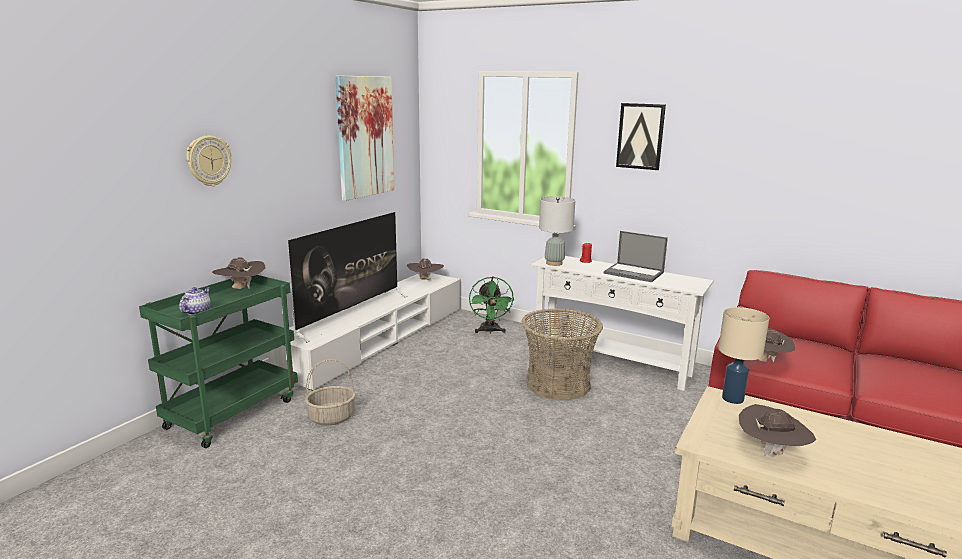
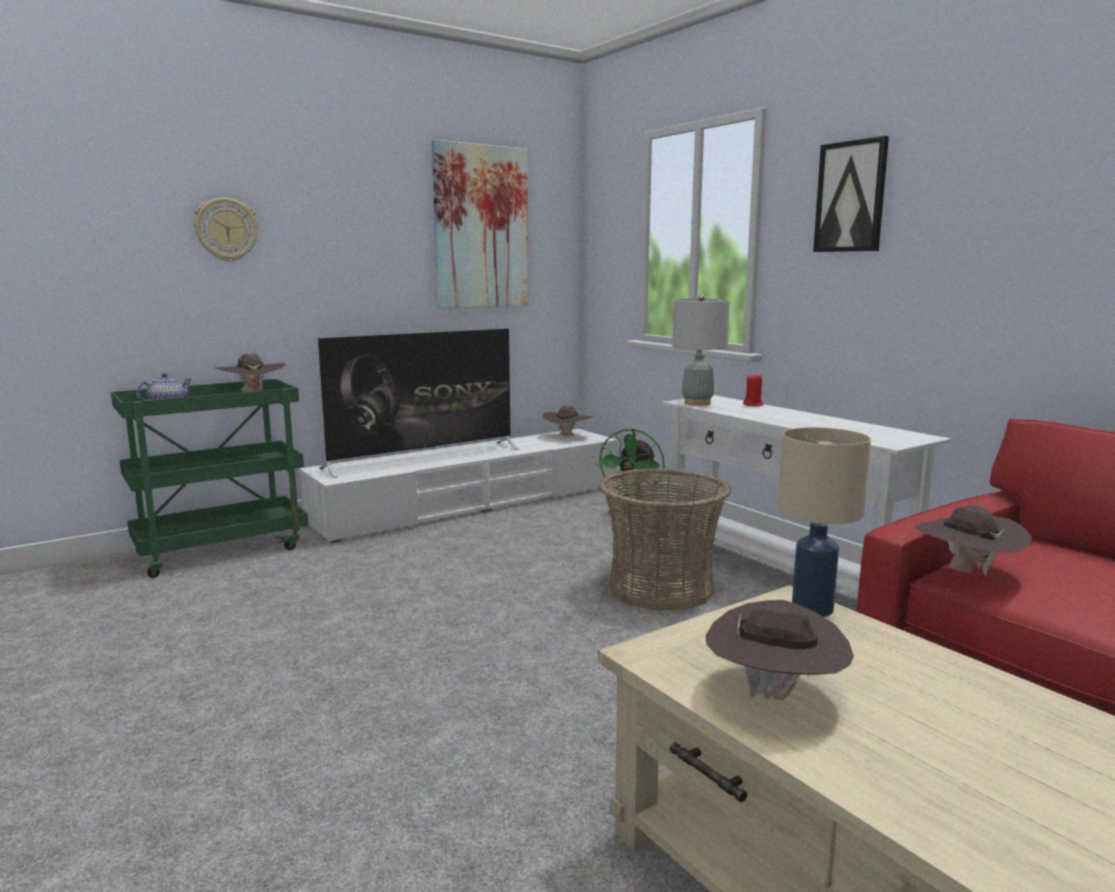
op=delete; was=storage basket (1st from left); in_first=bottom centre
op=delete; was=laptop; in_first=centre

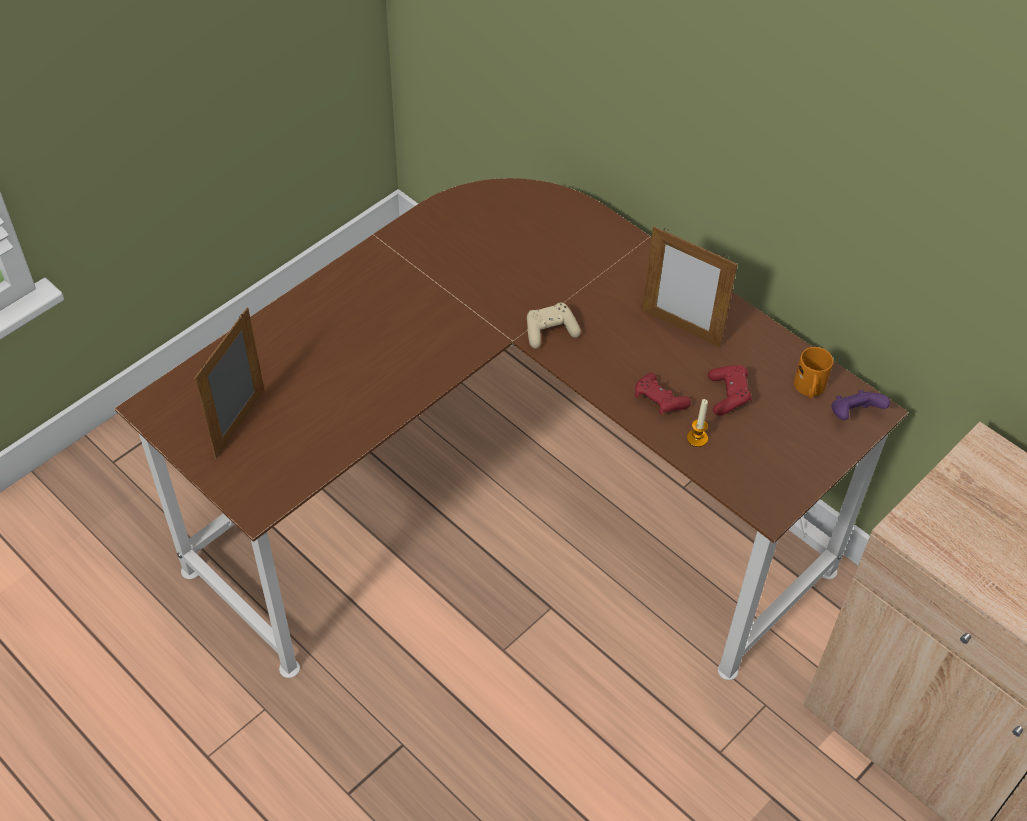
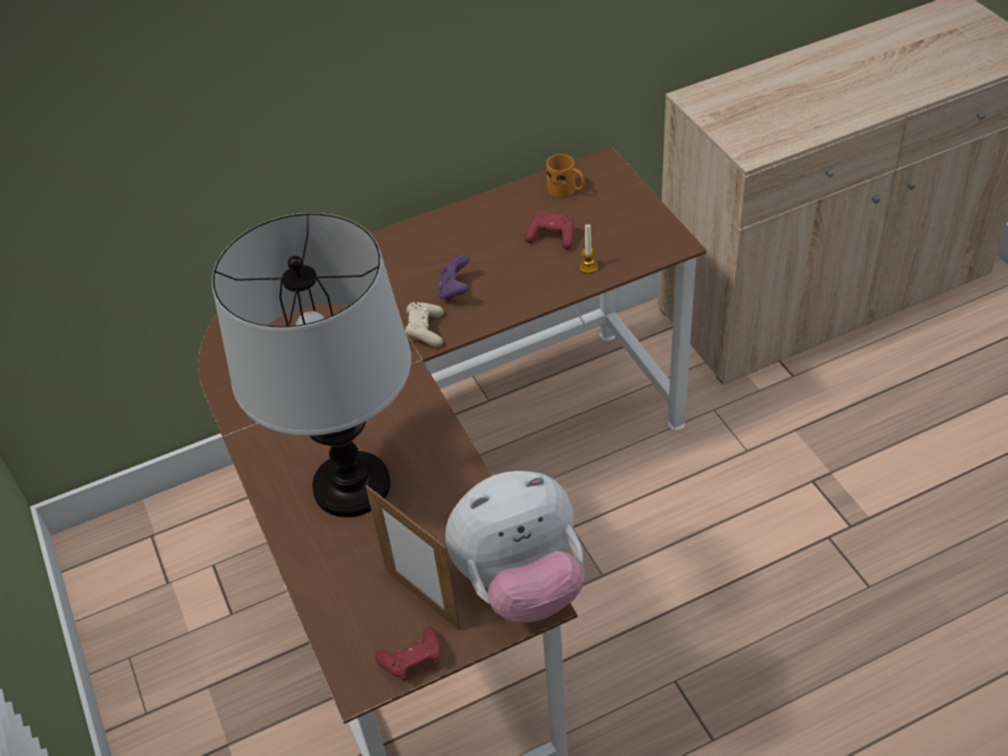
op=delete; was=picture frame (2nd from left); in_first=middle right
op=insert; now=table lamp; in_second=middle left
op=insert; now=plush toy; in_second=bottom centre
op=move; was=red-coloured gamepad (1st from left); in_first=centre; in_second=bottom centre
op=move; was=purple-coloured gamepad; in_first=middle right; in_second=centre

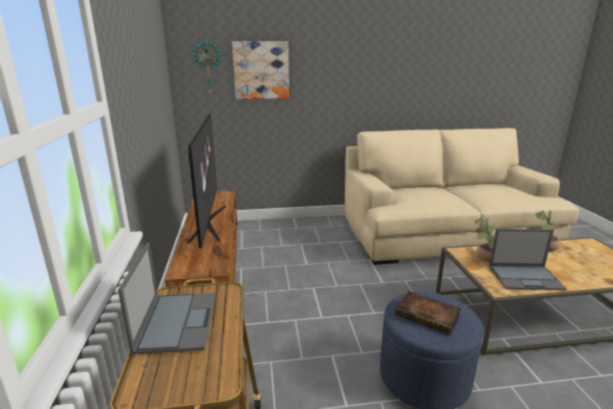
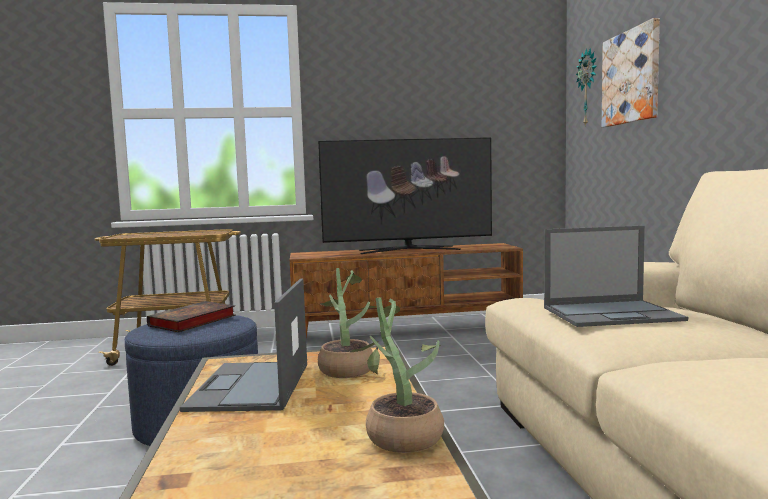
op=move; was=laptop (1st from left in the first image); now=laptop (2nd from left); in_first=bottom left; in_second=middle right

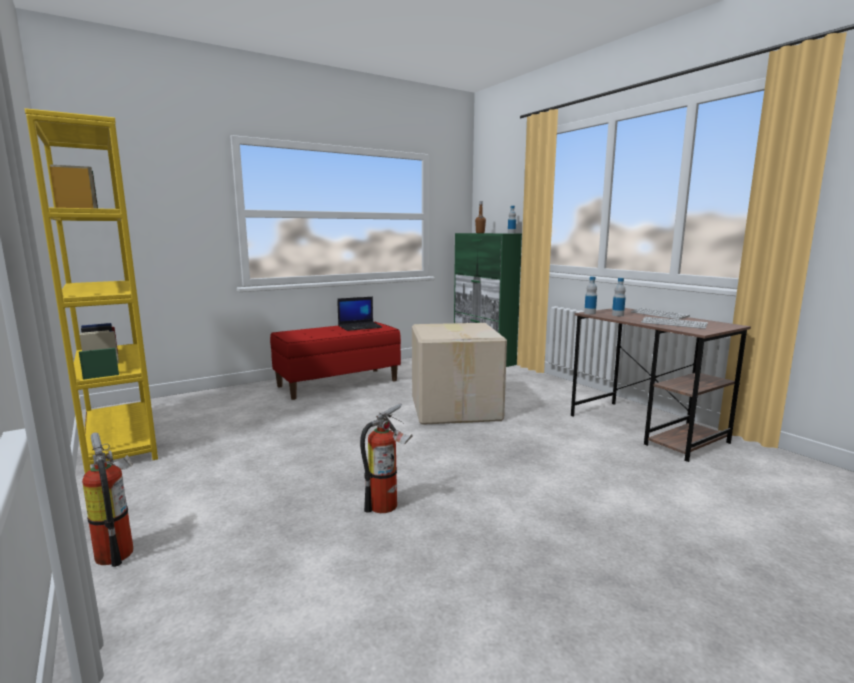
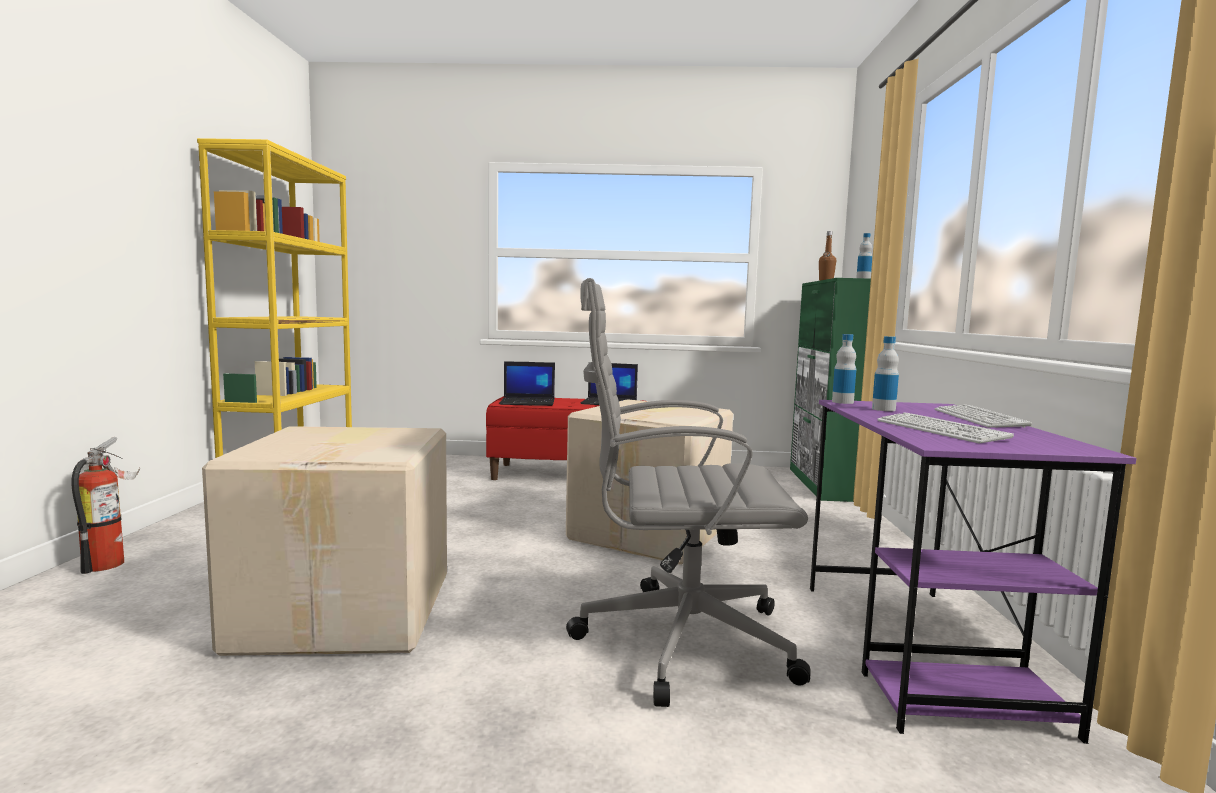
op=insert; now=laptop (1st from left); in_second=centre
op=insert; now=gray computer chair; in_second=centre
op=replace; was=fire extinguisher (2nd from left); now=carton (1st from left); in_first=bottom centre; in_second=bottom left
op=recolor; was=brown desk table; now=purple-coloured desk table; in_first=middle right; in_second=bottom right

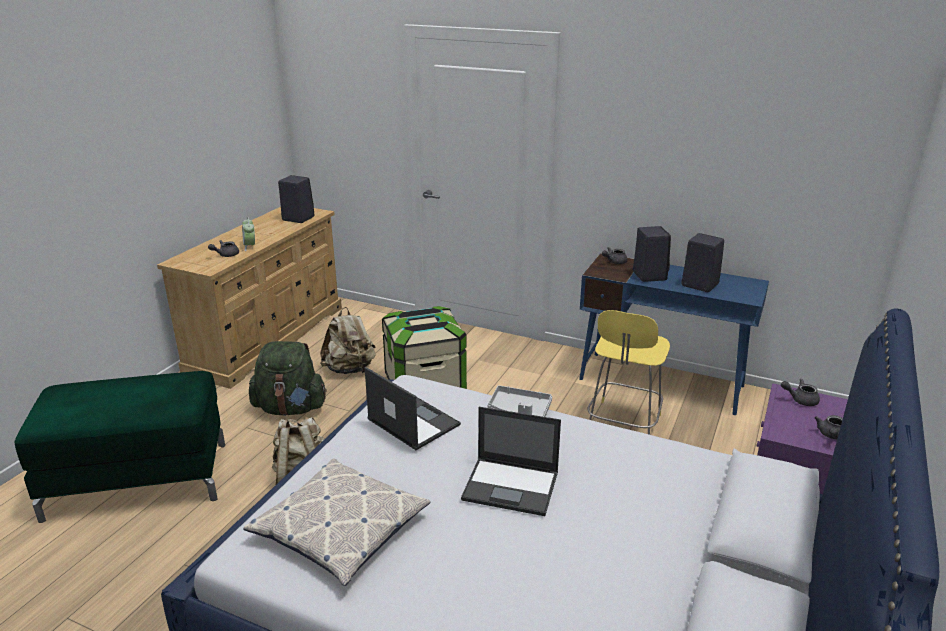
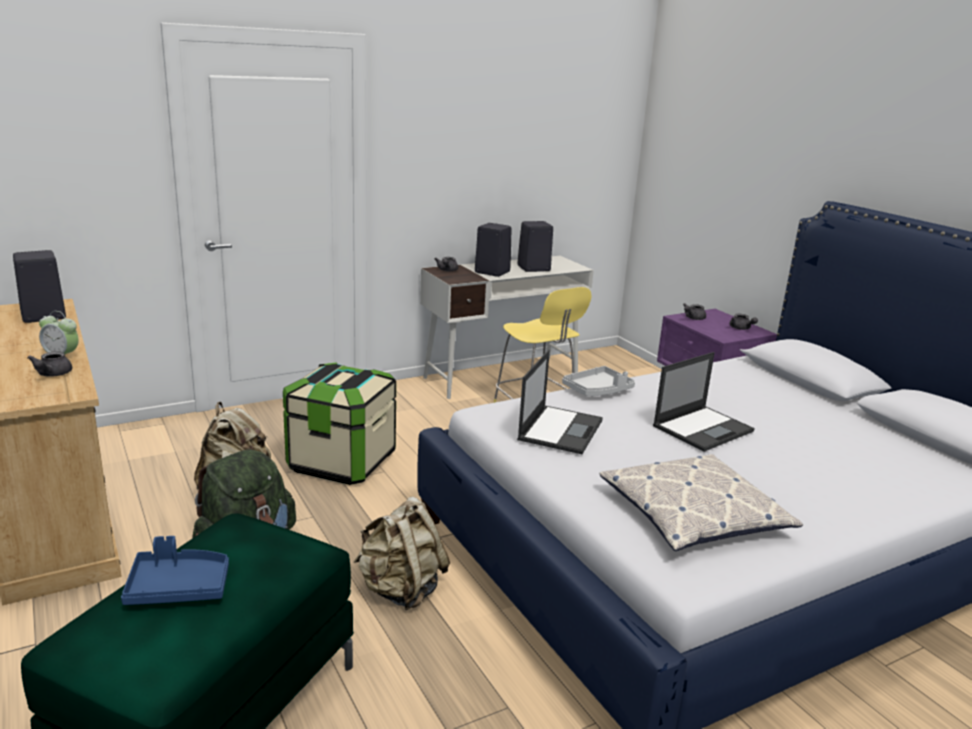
op=insert; now=blue tray; in_second=bottom left
op=recolor; was=blue desk table; now=whitish desk table; in_first=middle right; in_second=centre
op=rotate; was=laptop (1st from left); in_first=centre; in_second=centre; clockwise=120

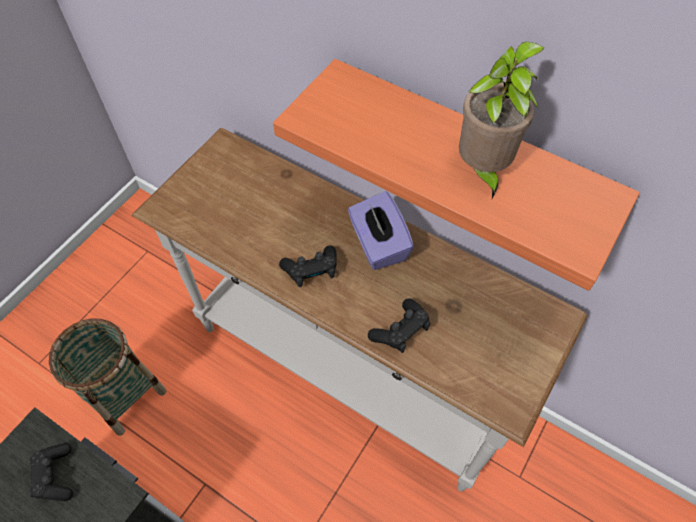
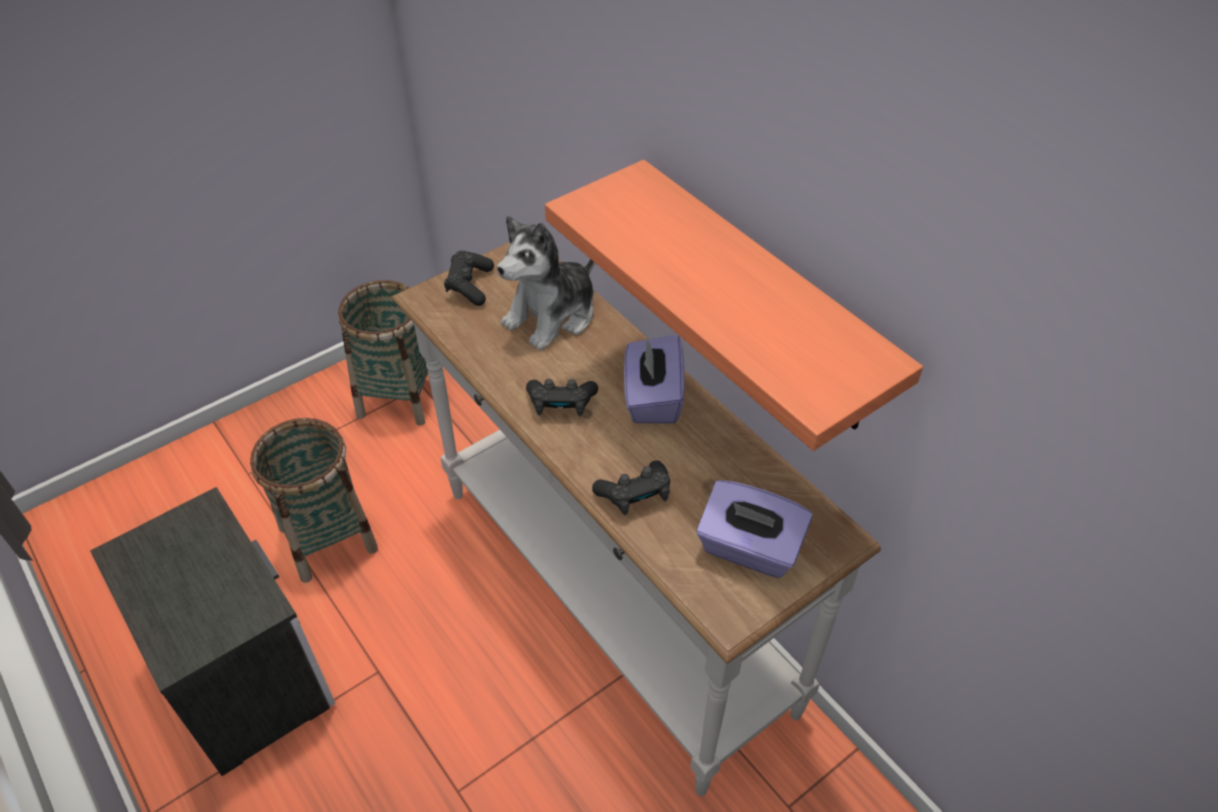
op=delete; was=potted plant; in_first=top right
op=insert; now=storage basket (2nd from left); in_second=middle left
op=insert; now=plush toy; in_second=centre
op=insert; now=purple-coloured tissue box (2nd from left); in_second=centre
op=move; was=black gamepad (1st from left); in_first=bottom left; in_second=centre

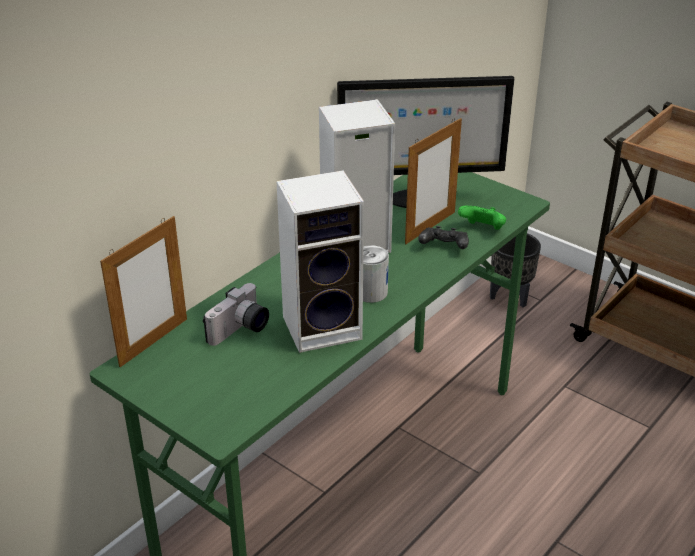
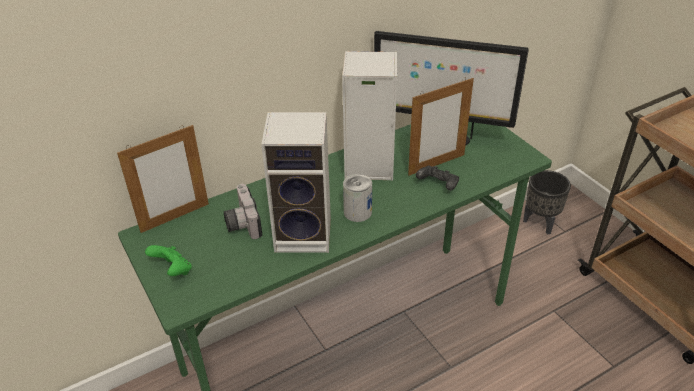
op=move; was=green gamepad; in_first=middle right; in_second=middle left
op=rotate; was=still camera; in_first=centre; in_second=centre; clockwise=105

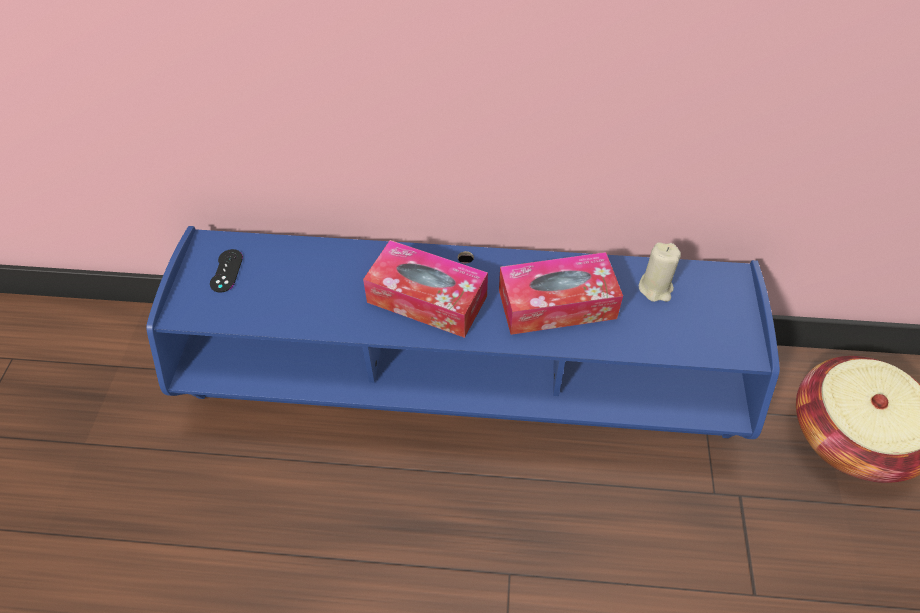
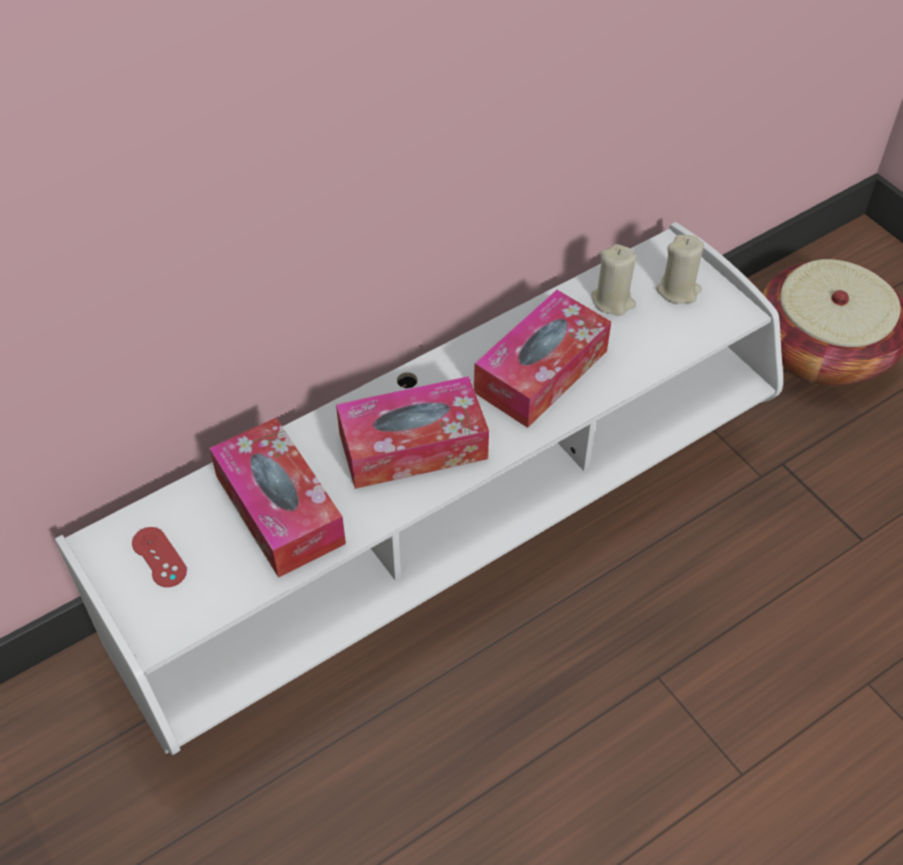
op=insert; now=tissue box (1st from left); in_second=middle left
op=insert; now=beige wax light (2nd from left); in_second=top right
op=recolor; was=blue tv unit; now=whitish tv unit; in_first=centre; in_second=centre
op=recolor; was=black gamepad; now=red-coloured gamepad; in_first=middle left; in_second=middle left

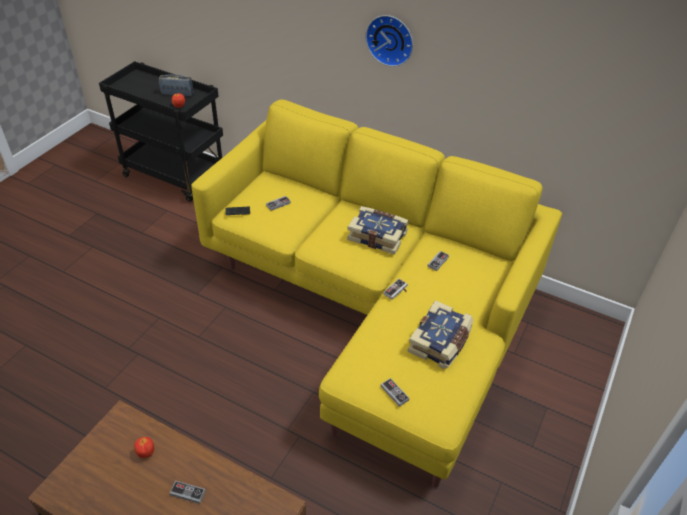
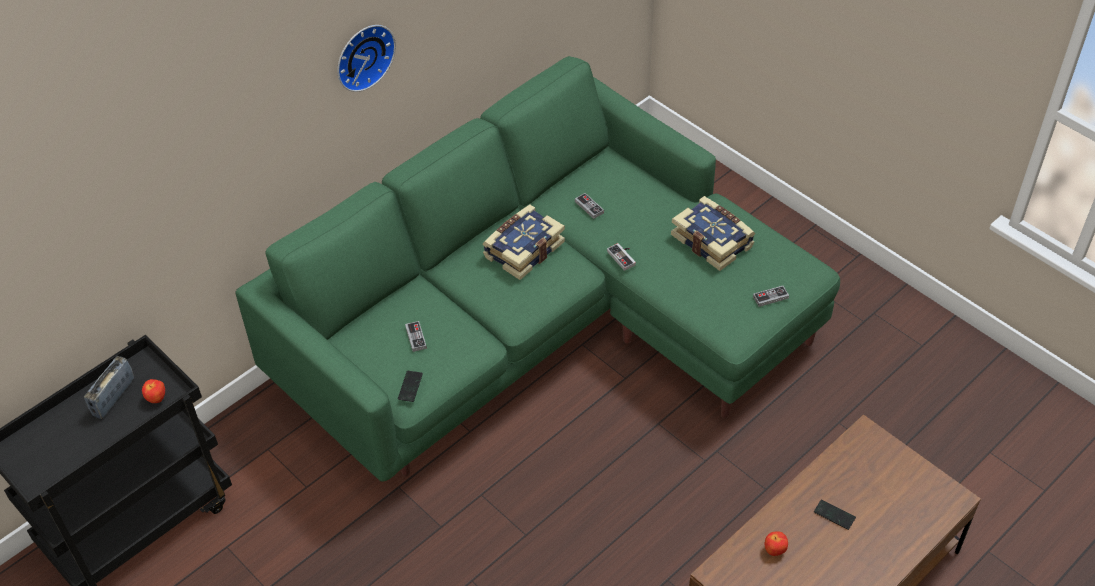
op=replace; was=gamepad (1st from left); now=telephone (2nd from left); in_first=bottom left; in_second=bottom right
op=recolor; was=yellowish settee; now=green settee; in_first=centre; in_second=centre

